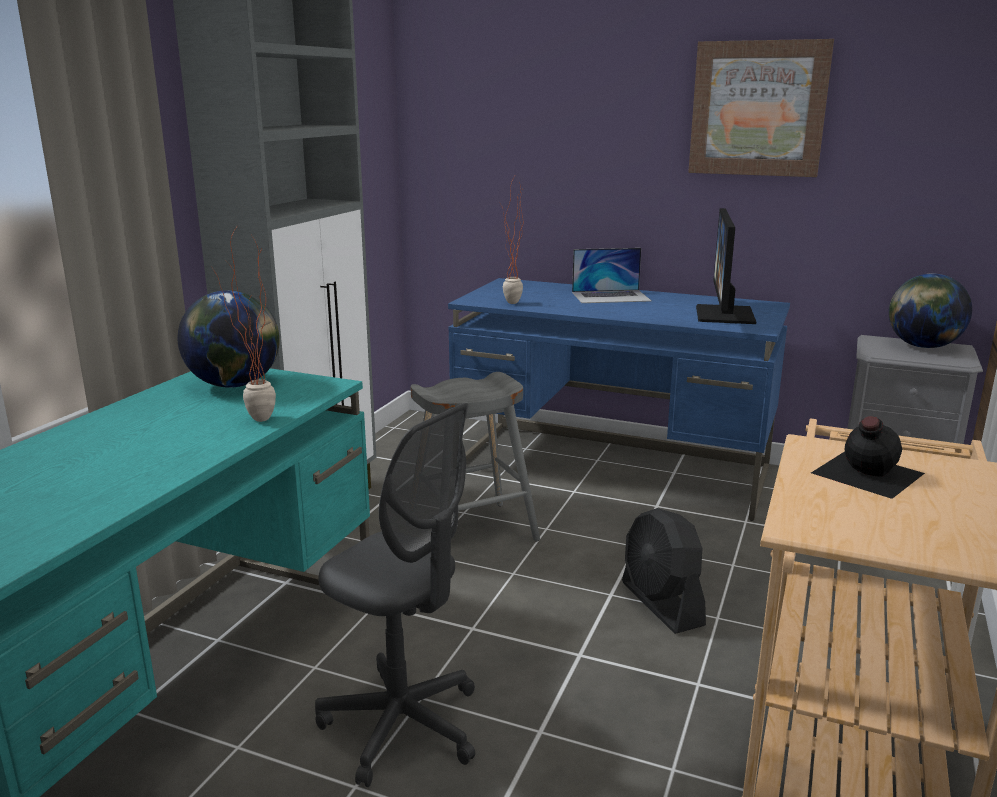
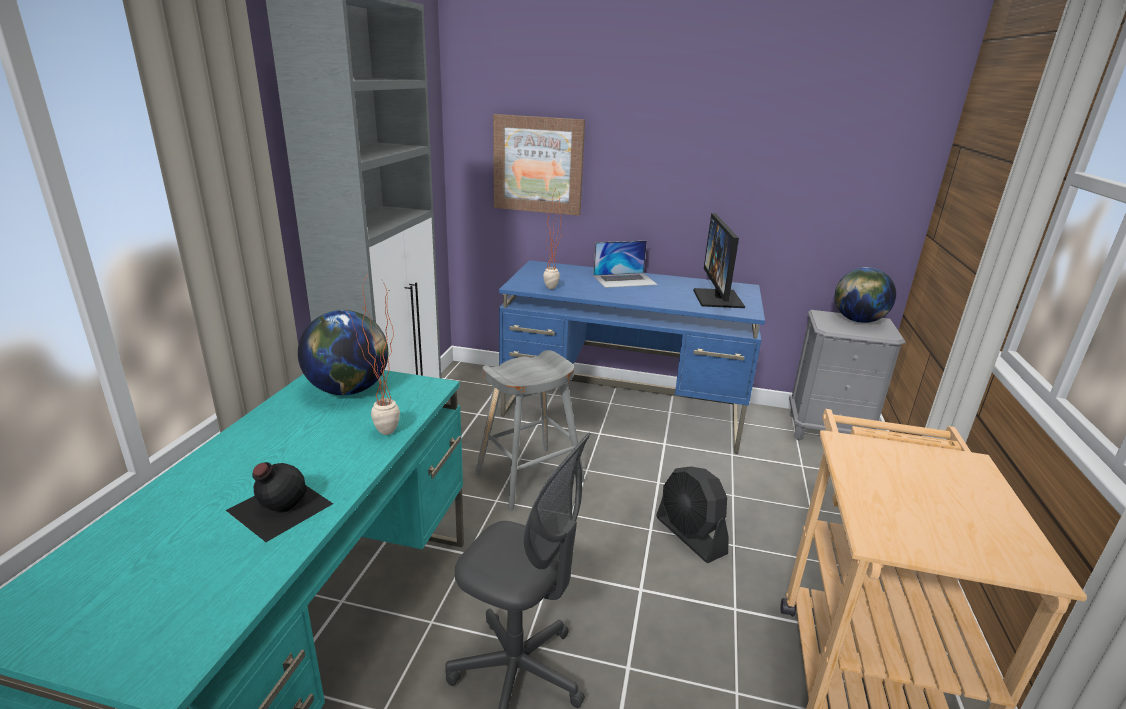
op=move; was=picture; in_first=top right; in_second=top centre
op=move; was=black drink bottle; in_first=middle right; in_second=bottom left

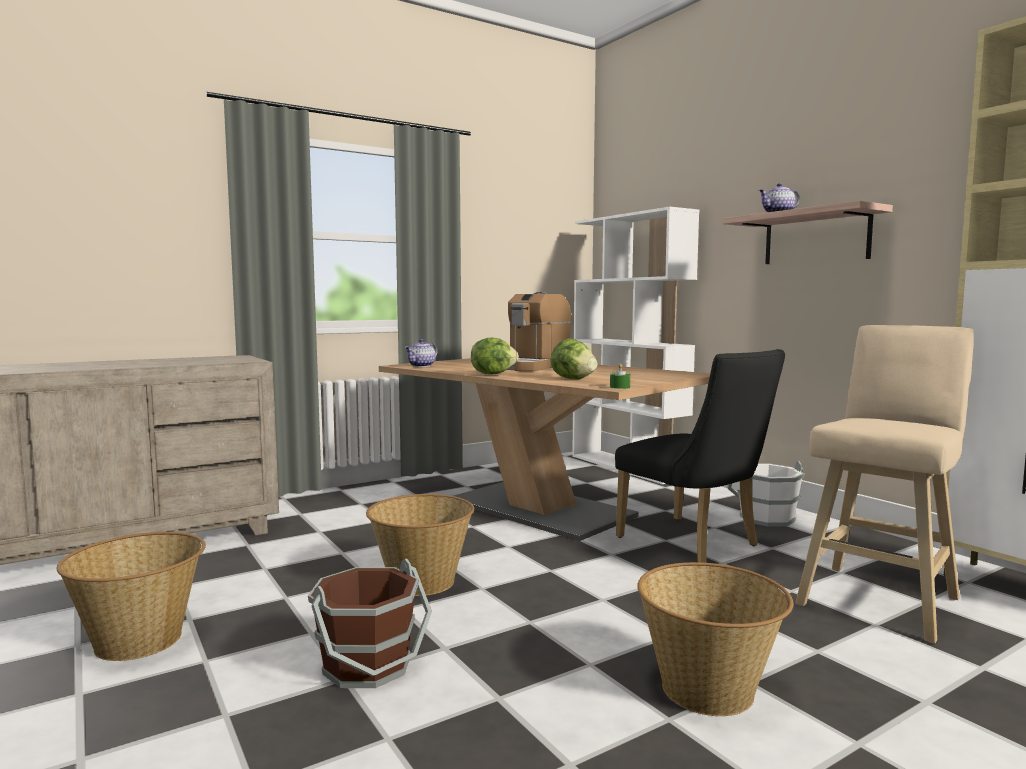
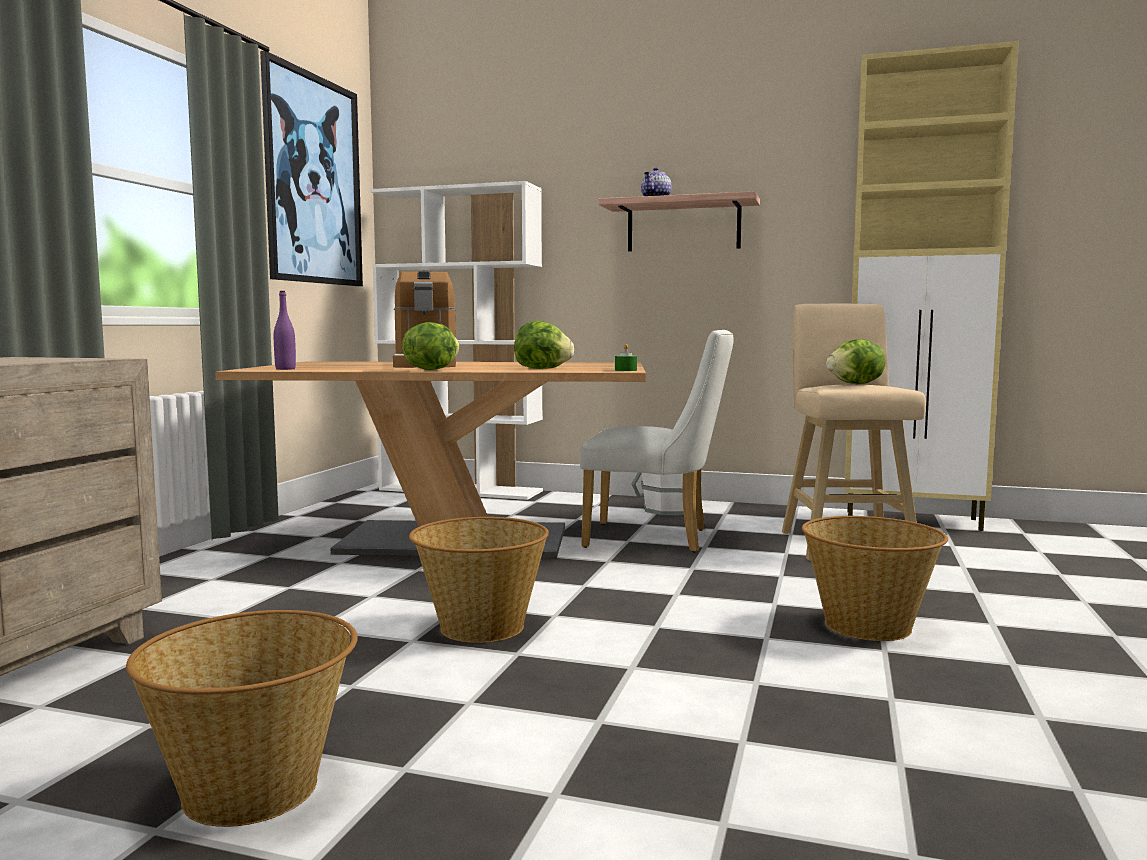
op=delete; was=brown water bucket; in_first=bottom centre
op=insert; now=picture; in_second=top left
op=insert; now=head of lettuce (3rd from left); in_second=middle right
op=replace; was=tea pot (1st from left); now=purple-coloured drink bottle; in_first=centre; in_second=middle left
op=recolor; was=black plain chair; now=whitish plain chair; in_first=middle right; in_second=centre

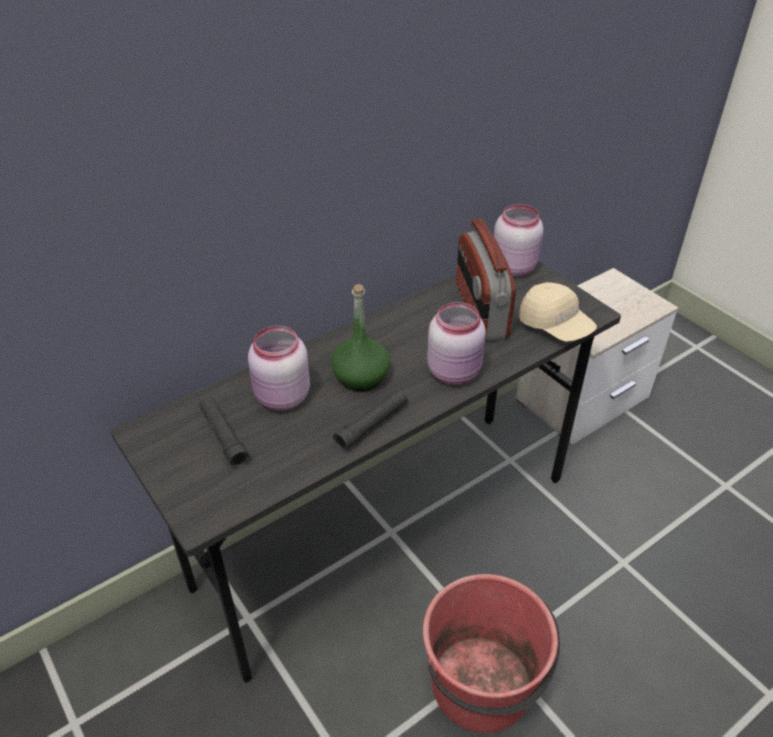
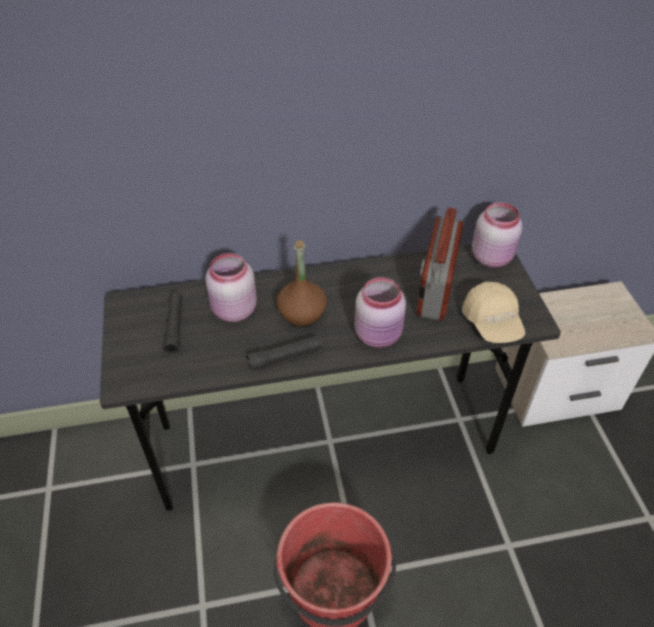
op=recolor; was=green drink bottle; now=brown drink bottle; in_first=centre; in_second=centre

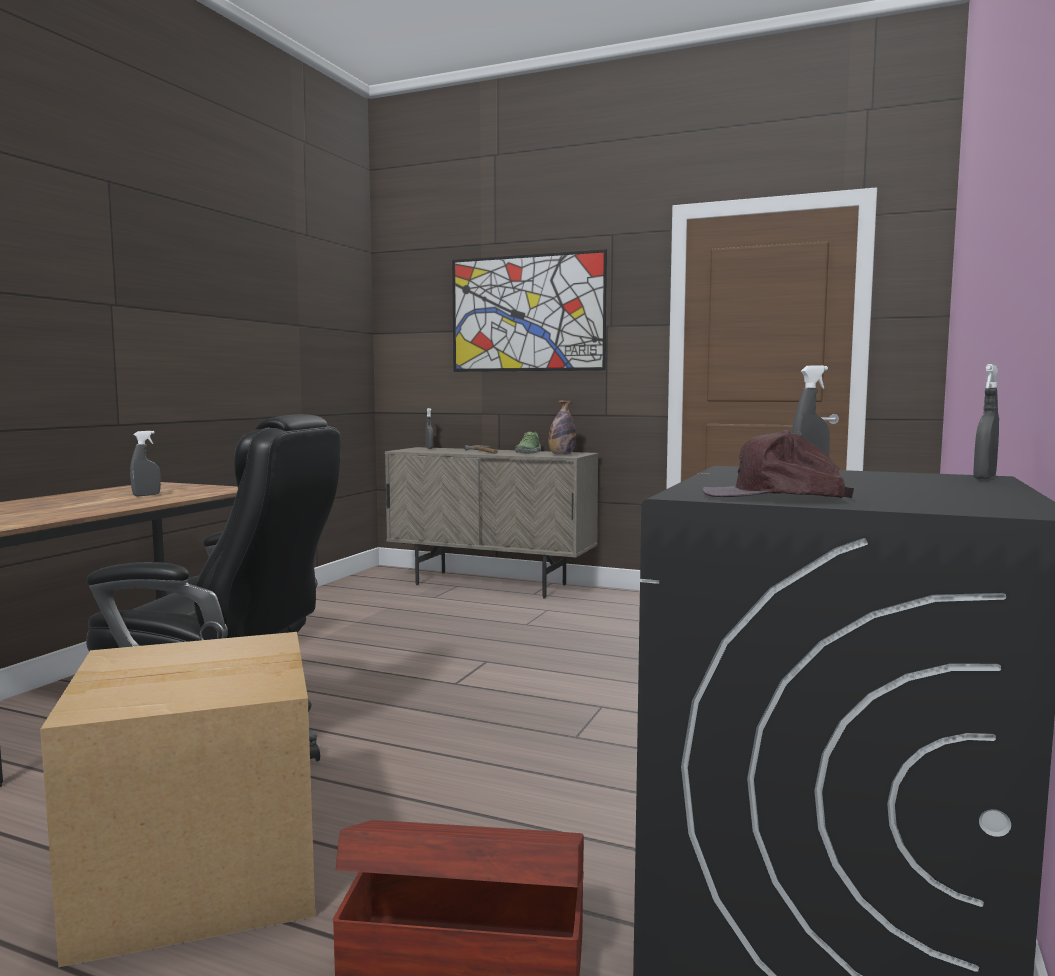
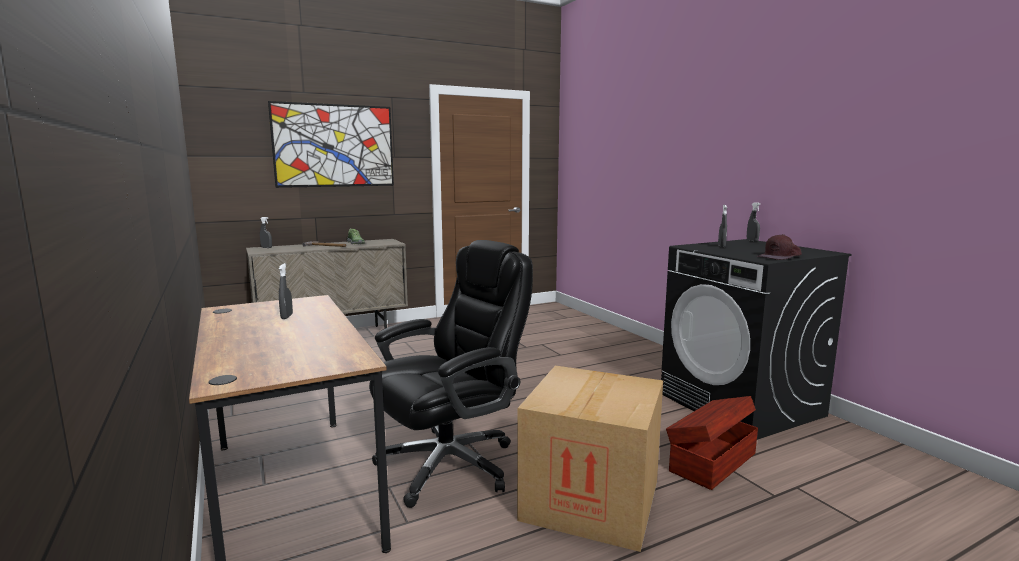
op=delete; was=drink bottle; in_first=centre

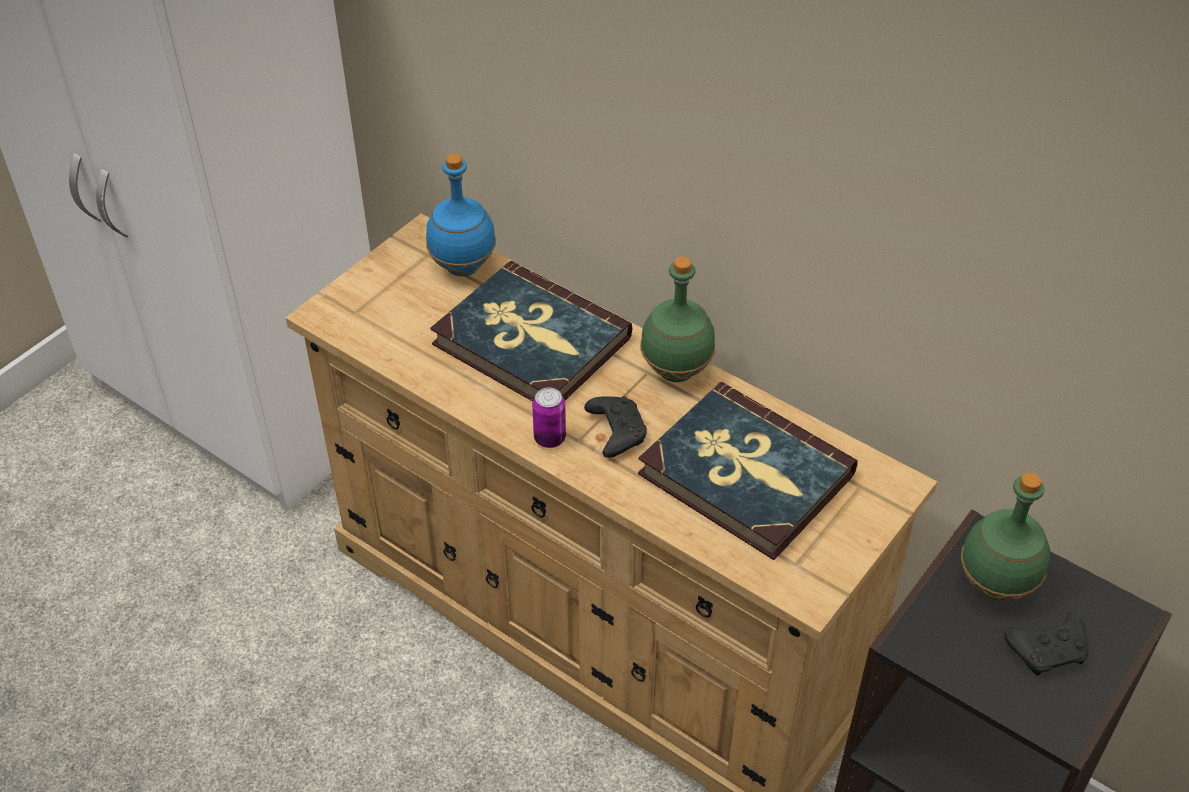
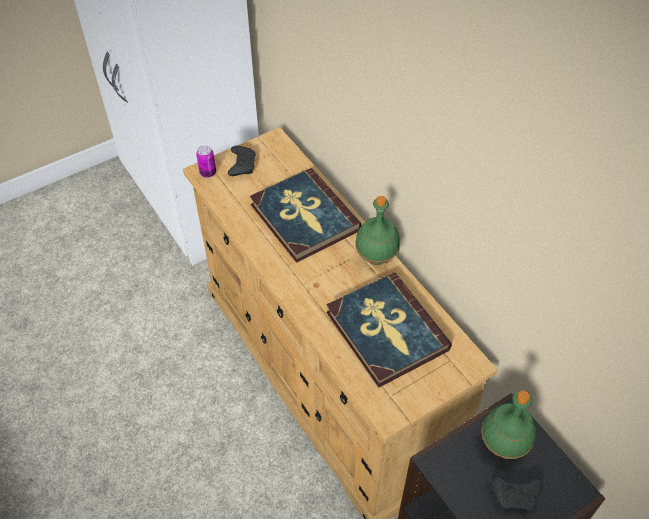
op=delete; was=blue drink bottle; in_first=top centre
op=move; was=can; in_first=centre; in_second=top left
op=move; was=black gamepad (1st from left); in_first=centre; in_second=top centre

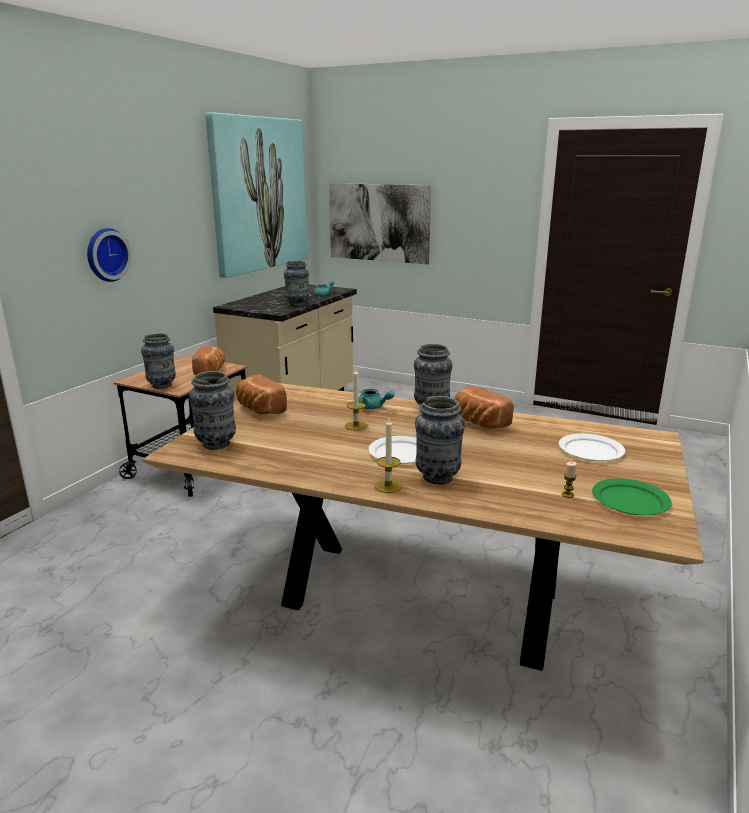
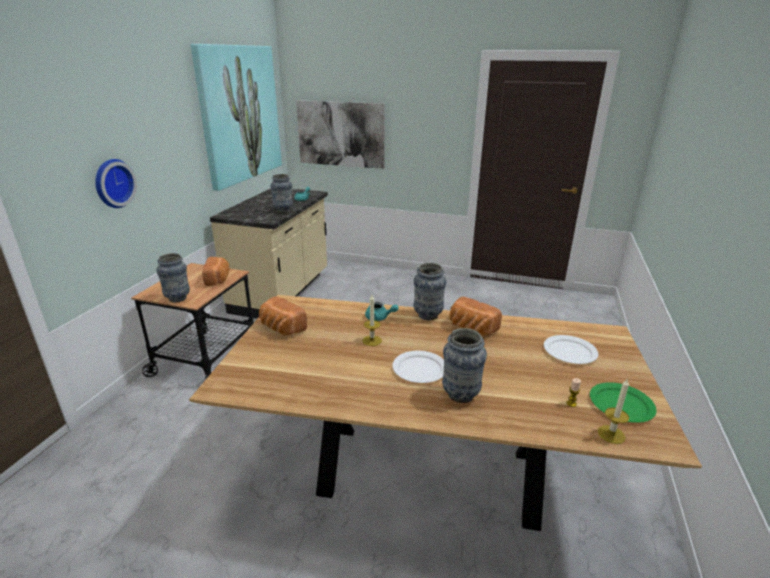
op=delete; was=decorative vase (2nd from left); in_first=middle left
op=move; was=wax light (2nd from left in the first image); now=wax light (3rd from left); in_first=centre; in_second=bottom right

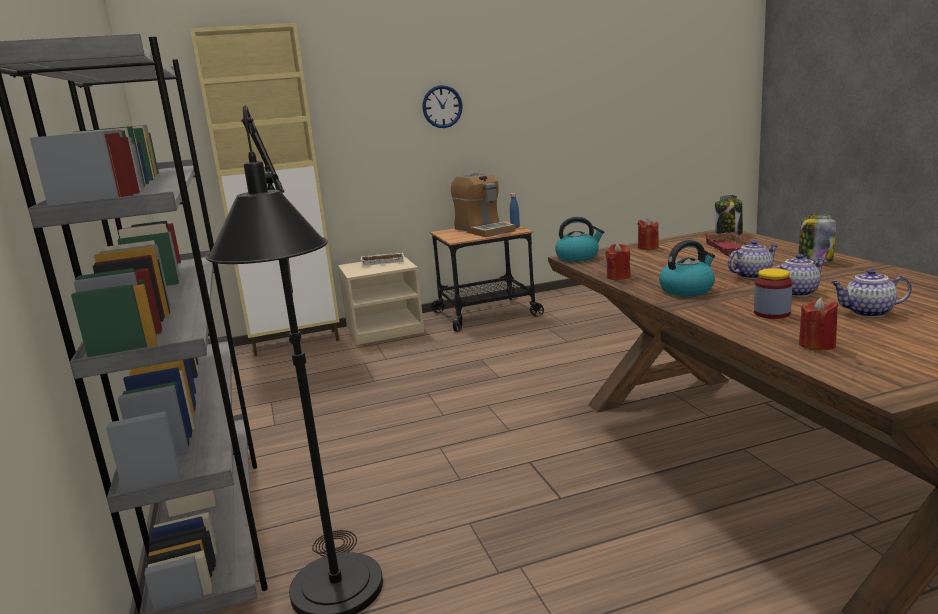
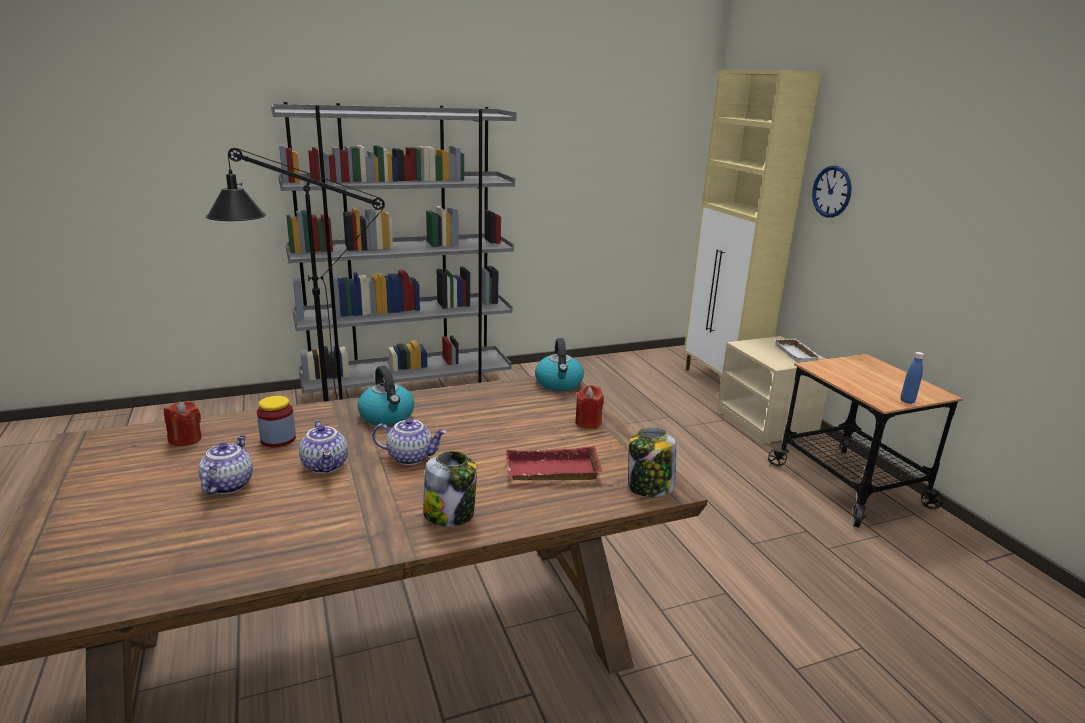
op=delete; was=coffee maker; in_first=centre
op=delete; was=red-coloured wax light (1st from left); in_first=centre
op=move; was=wall clock; in_first=top centre; in_second=top right
op=rotate; was=tea pot (1st from left in the first image); in_first=middle right; in_second=centre; clockwise=-60

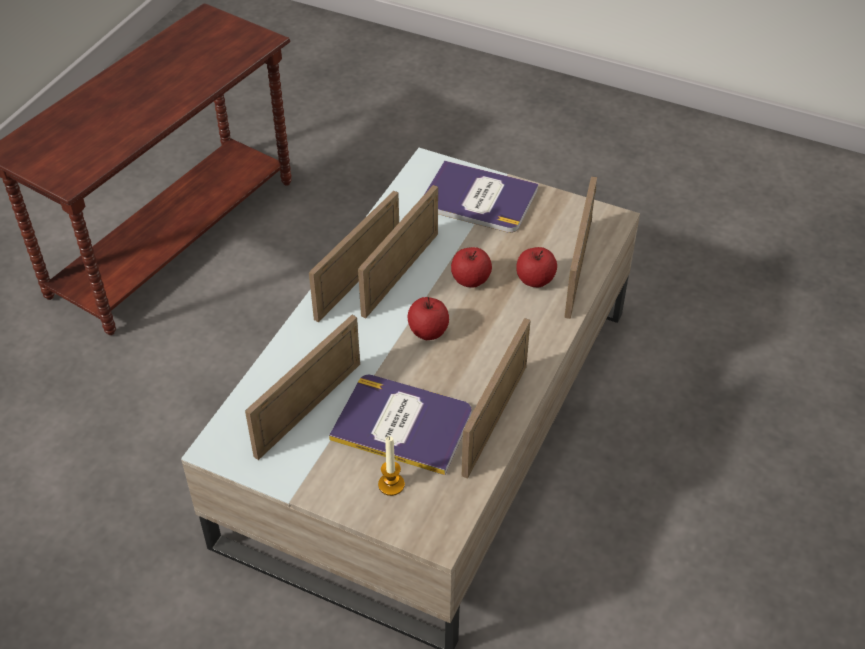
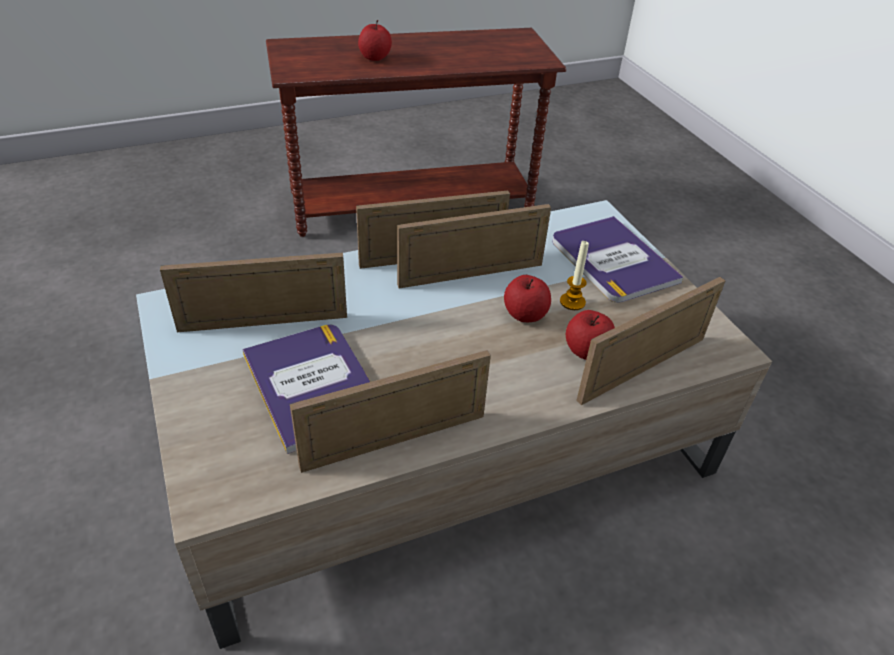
op=move; was=wax light; in_first=bottom centre; in_second=centre
op=move; was=whole apple (1st from left); in_first=centre; in_second=top centre

